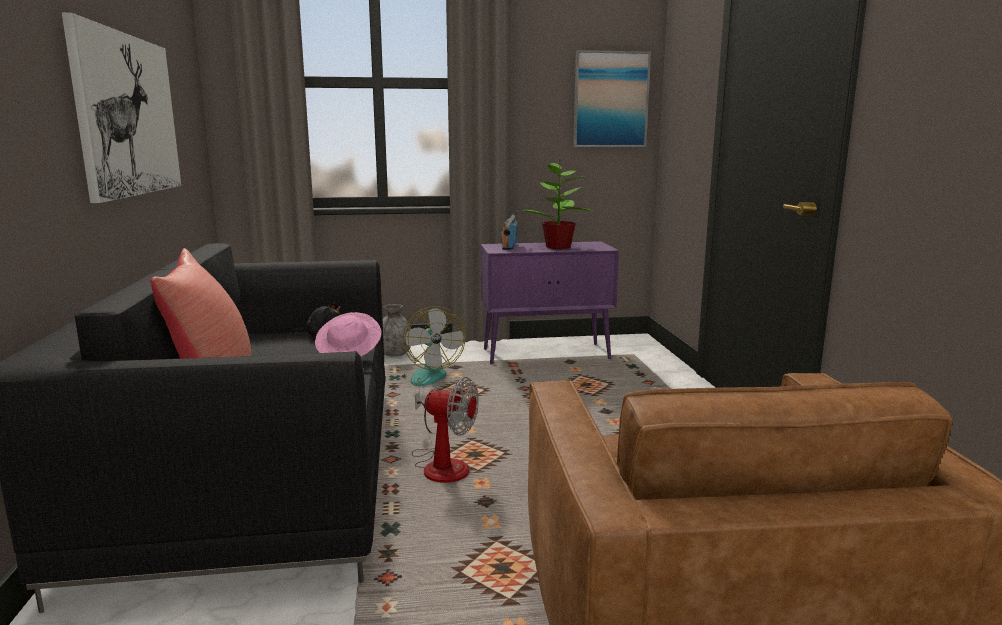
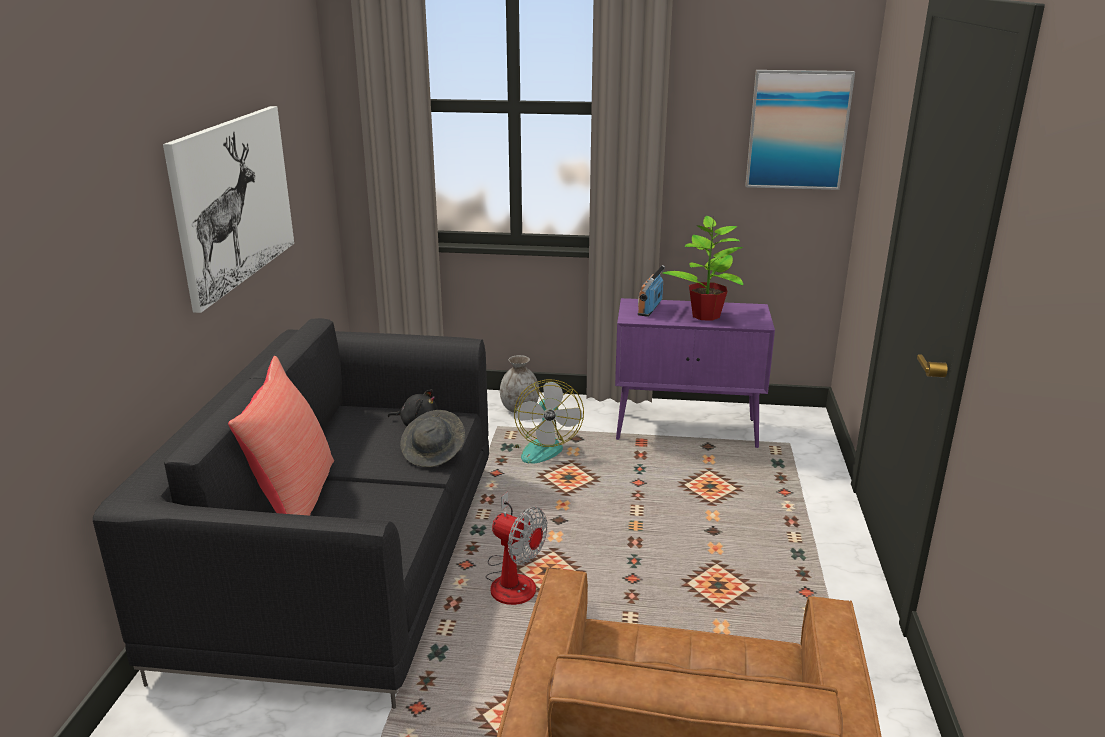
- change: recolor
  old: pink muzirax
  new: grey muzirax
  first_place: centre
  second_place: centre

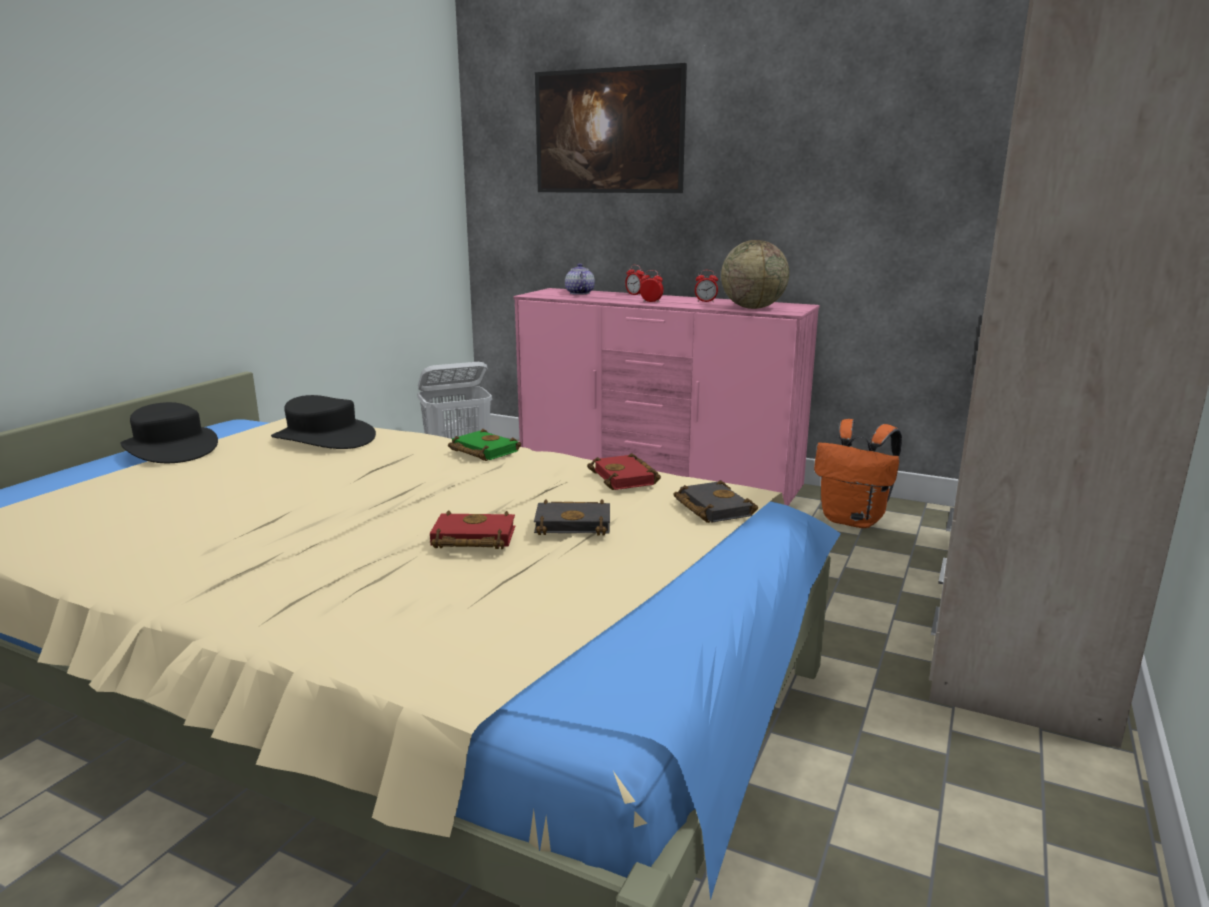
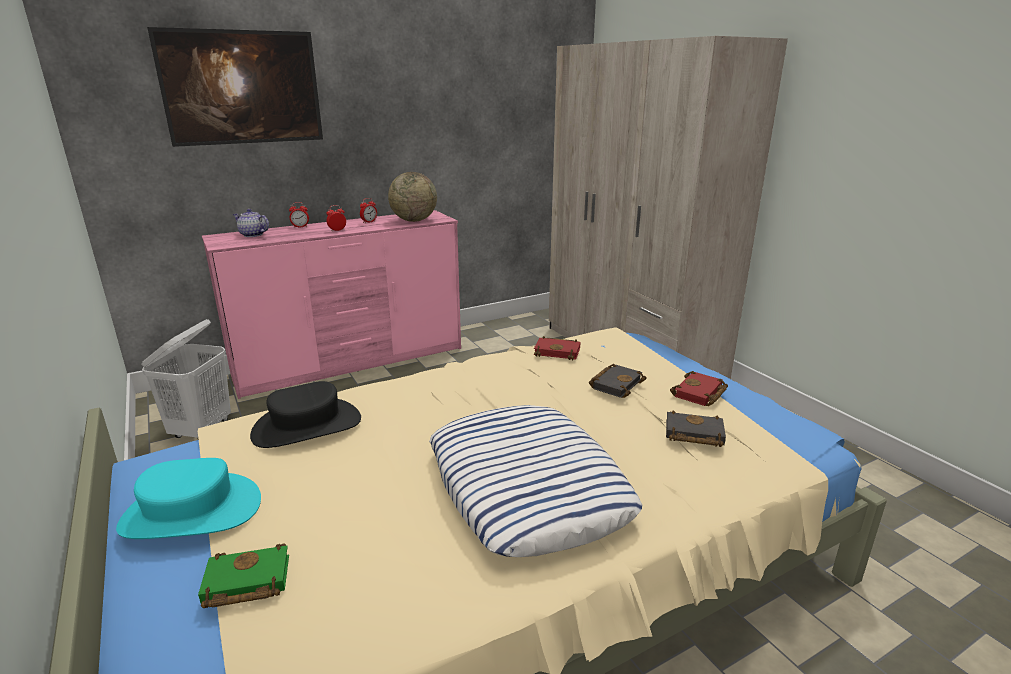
- change: recolor
  old: black muzirax (1st from left)
  new: turquoise muzirax
  first_place: middle left
  second_place: bottom left
- change: move
  old: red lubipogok (1st from left in the first image)
  new: red lubipogok (2nd from left)
  first_place: centre
  second_place: middle right
- change: move
  old: green lubipogok
  first_place: centre
  second_place: bottom left
- change: move
  old: black lubipogok (2nd from left)
  first_place: centre
  second_place: middle right
- change: delete
  old: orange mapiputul
  first_place: middle right
- change: insert
  new: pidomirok
  second_place: bottom centre

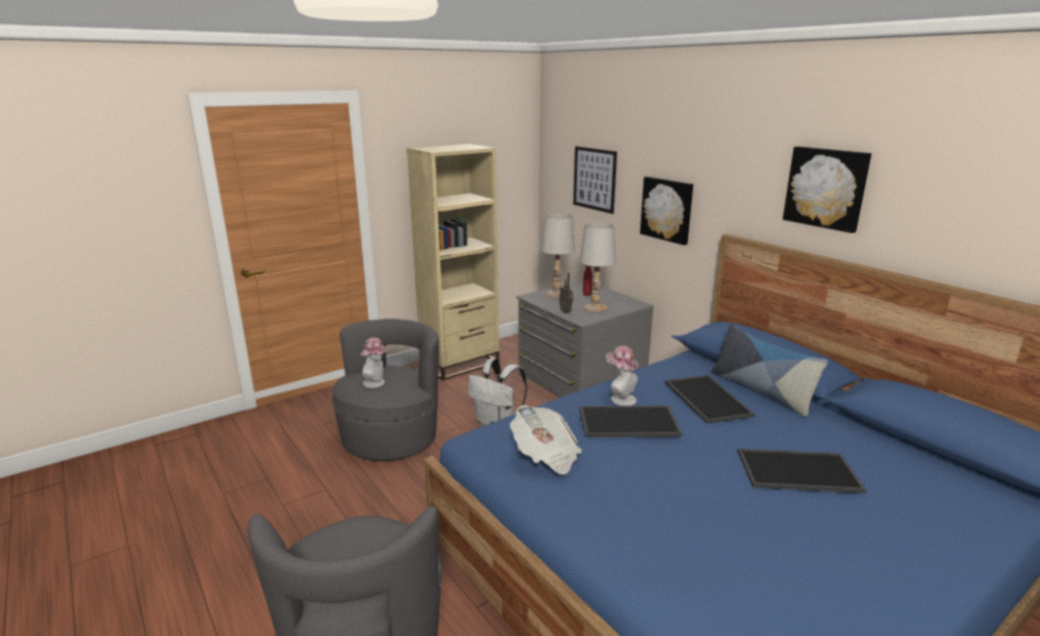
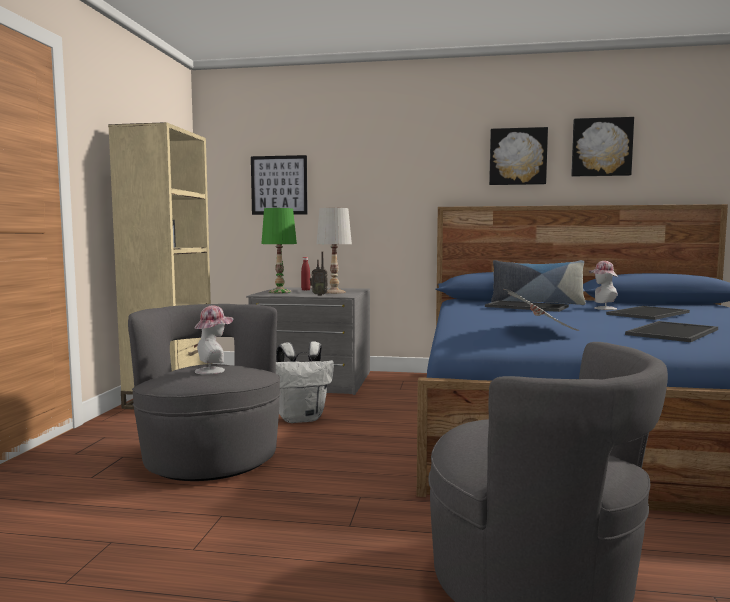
- change: recolor
  old: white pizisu (1st from left)
  new: green pizisu
  first_place: centre
  second_place: centre
- change: move
  old: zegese (1st from left in the first image)
  new: zegese (3rd from left)
  first_place: centre
  second_place: middle right
- change: move
  old: muzirax (2nd from left)
  first_place: centre
  second_place: middle right
- change: move
  old: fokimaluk (2nd from left in the first image)
  new: fokimaluk (3rd from left)
  first_place: top centre
  second_place: top right

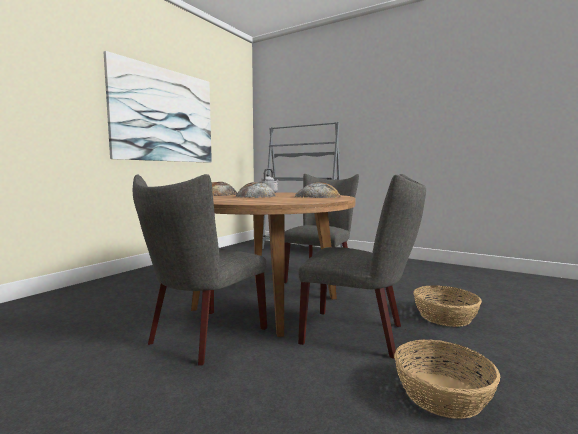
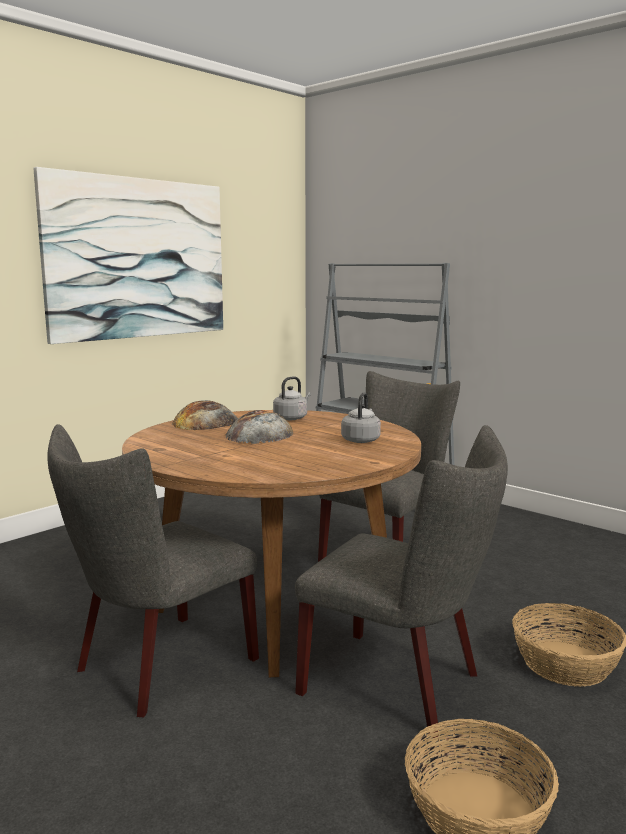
- change: replace
  old: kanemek (3rd from left)
  new: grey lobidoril (2nd from left)
  first_place: centre
  second_place: centre

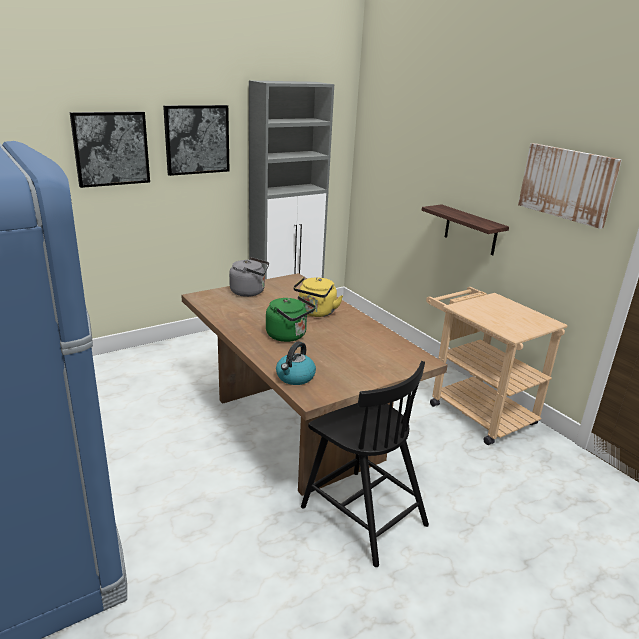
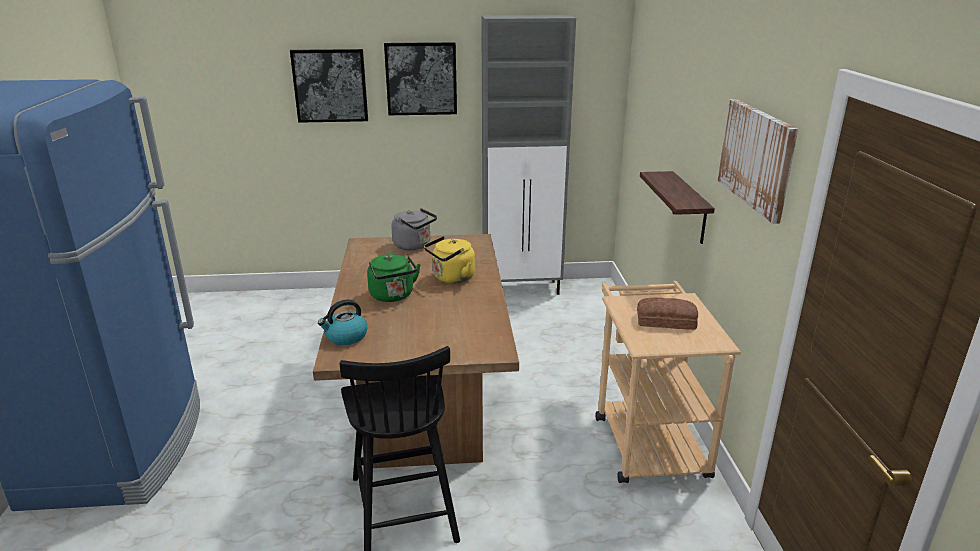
- change: insert
  new: kanemek
  second_place: middle right

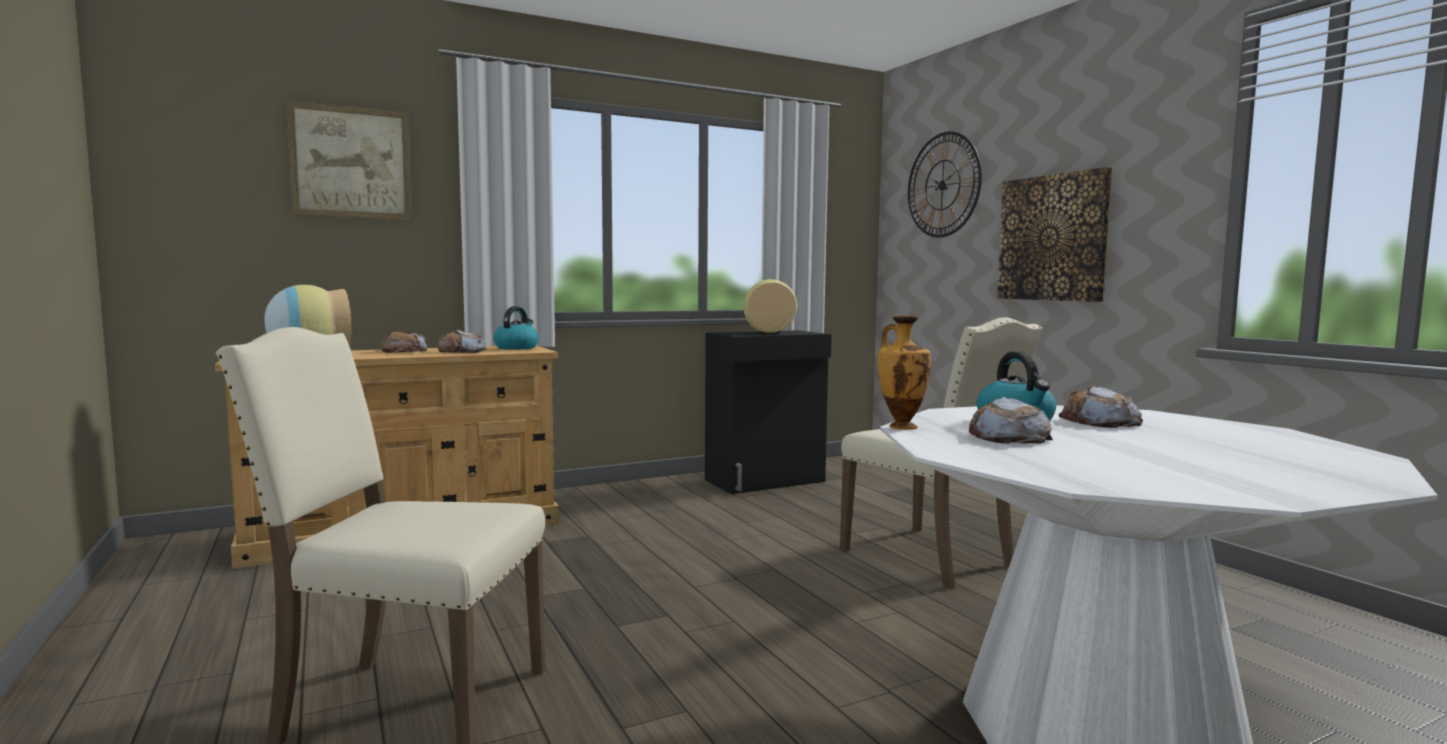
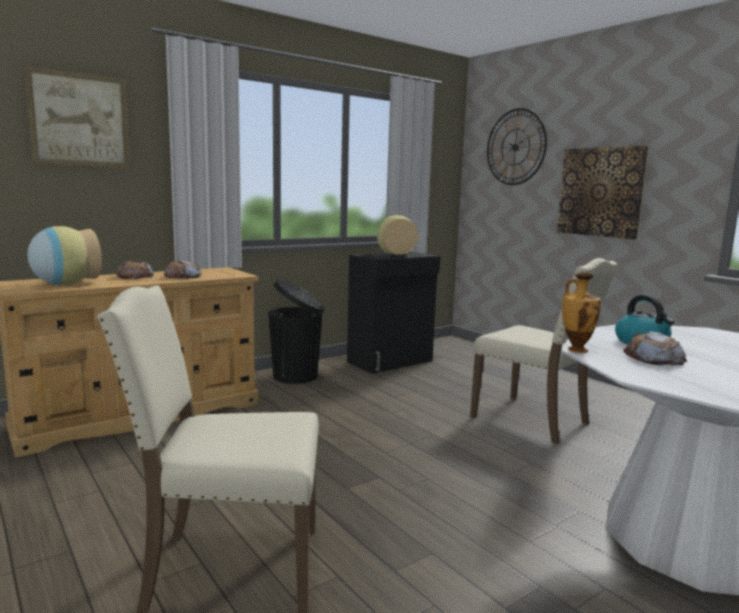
- change: delete
  old: lobidoril (1st from left)
  first_place: centre
- change: delete
  old: kanemek (4th from left)
  first_place: middle right
- change: insert
  new: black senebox
  second_place: centre

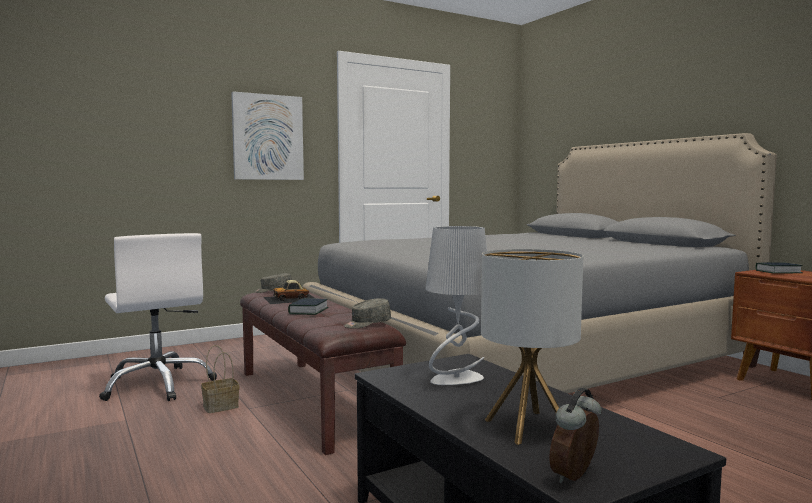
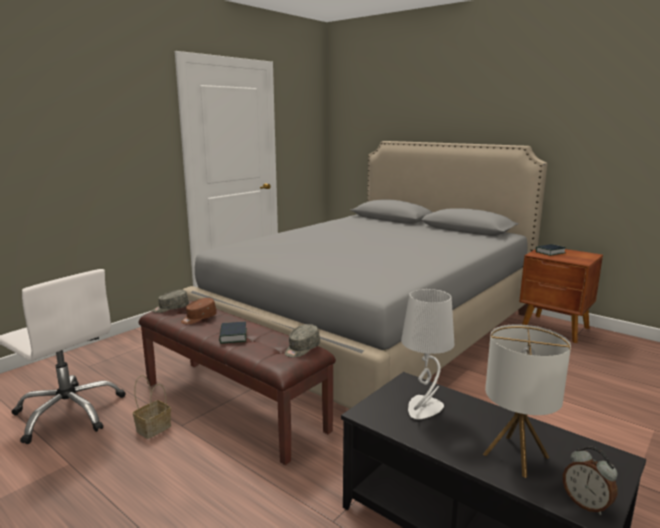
- change: delete
  old: fokimaluk
  first_place: top left
- change: replace
  old: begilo
  new: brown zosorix
  first_place: centre
  second_place: middle left
- change: rotate
  old: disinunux
  first_place: bottom right
  second_place: bottom right
  degrees: -60

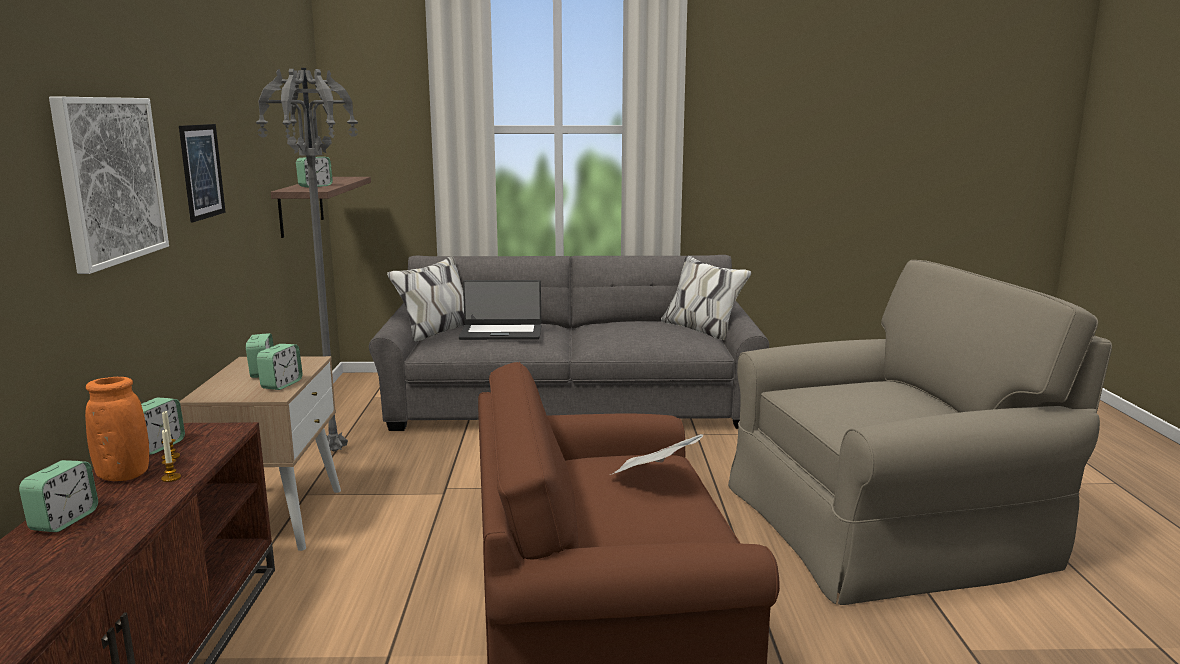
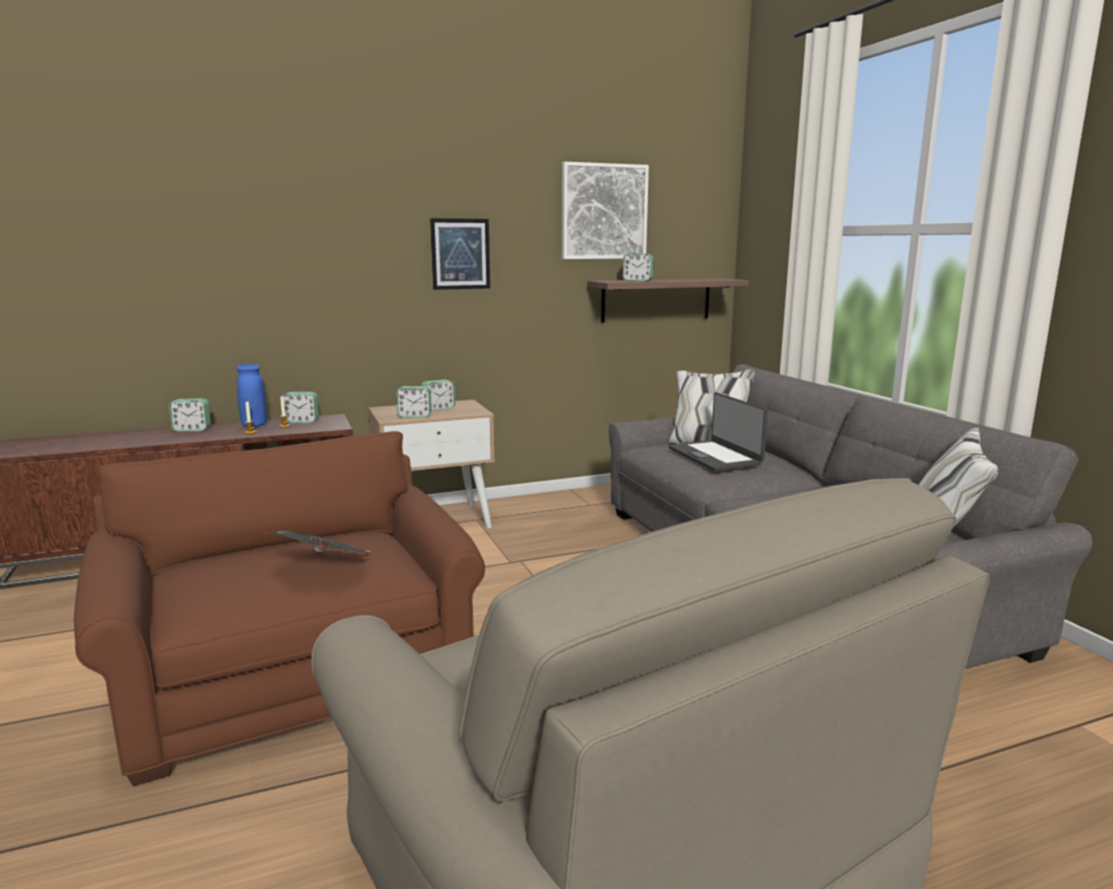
- change: move
  old: fokimaluk (1st from left in the first image)
  new: fokimaluk (2nd from left)
  first_place: top left
  second_place: top centre
- change: recolor
  old: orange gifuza
  new: blue gifuza
  first_place: middle left
  second_place: middle left
- change: delete
  old: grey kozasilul
  first_place: middle left

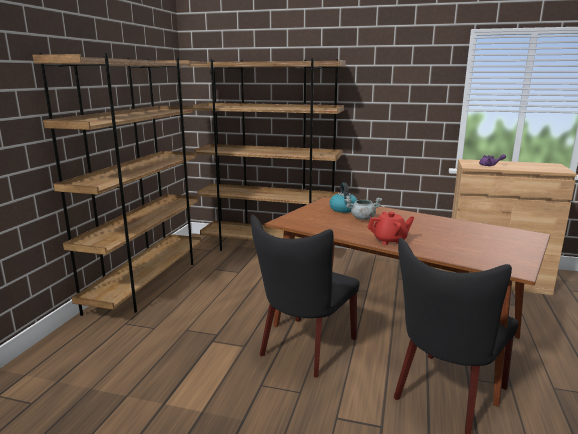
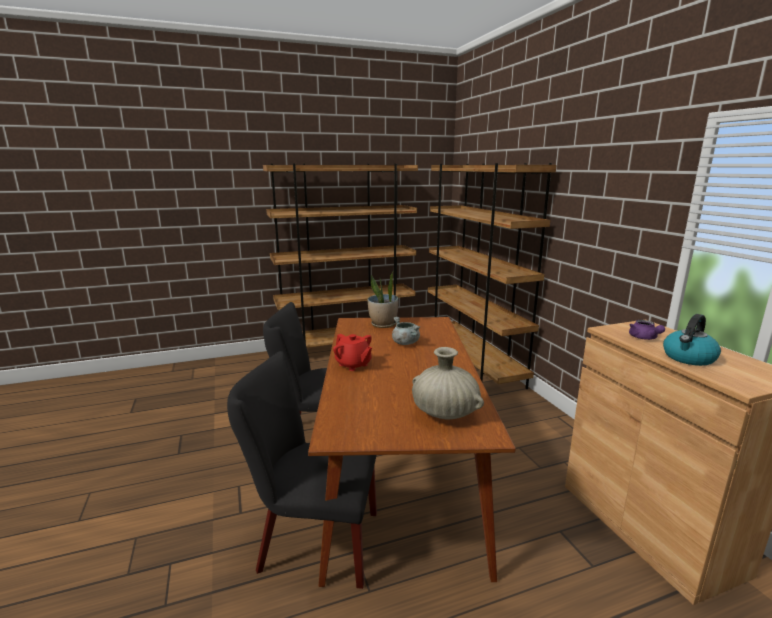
- change: move
  old: lobidoril
  first_place: centre
  second_place: middle right
- change: insert
  new: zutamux
  second_place: centre
- change: insert
  new: beige gifuza
  second_place: centre

